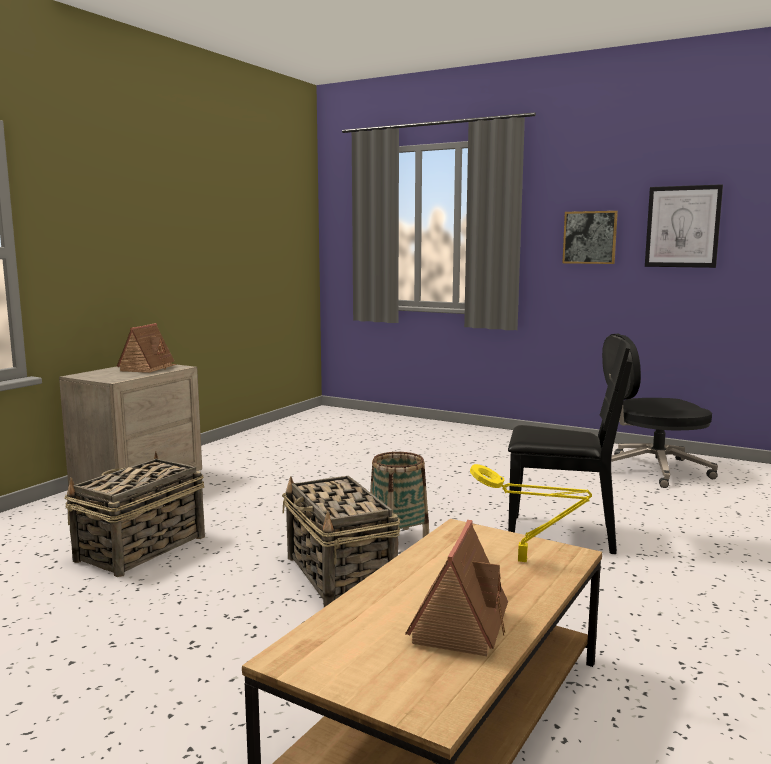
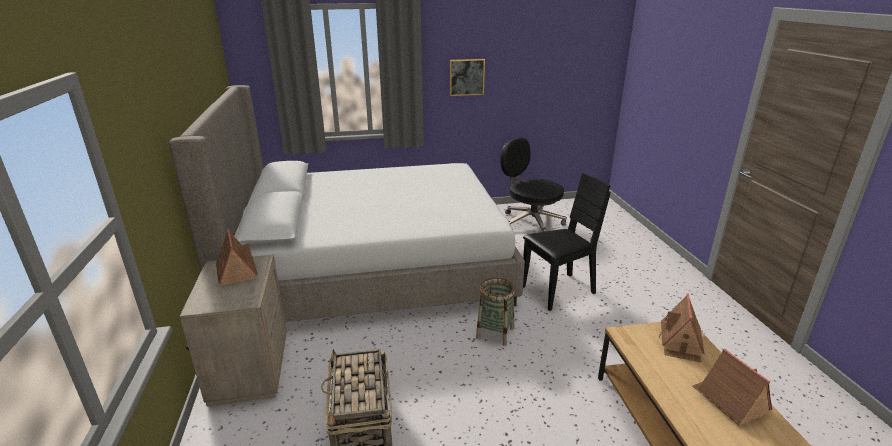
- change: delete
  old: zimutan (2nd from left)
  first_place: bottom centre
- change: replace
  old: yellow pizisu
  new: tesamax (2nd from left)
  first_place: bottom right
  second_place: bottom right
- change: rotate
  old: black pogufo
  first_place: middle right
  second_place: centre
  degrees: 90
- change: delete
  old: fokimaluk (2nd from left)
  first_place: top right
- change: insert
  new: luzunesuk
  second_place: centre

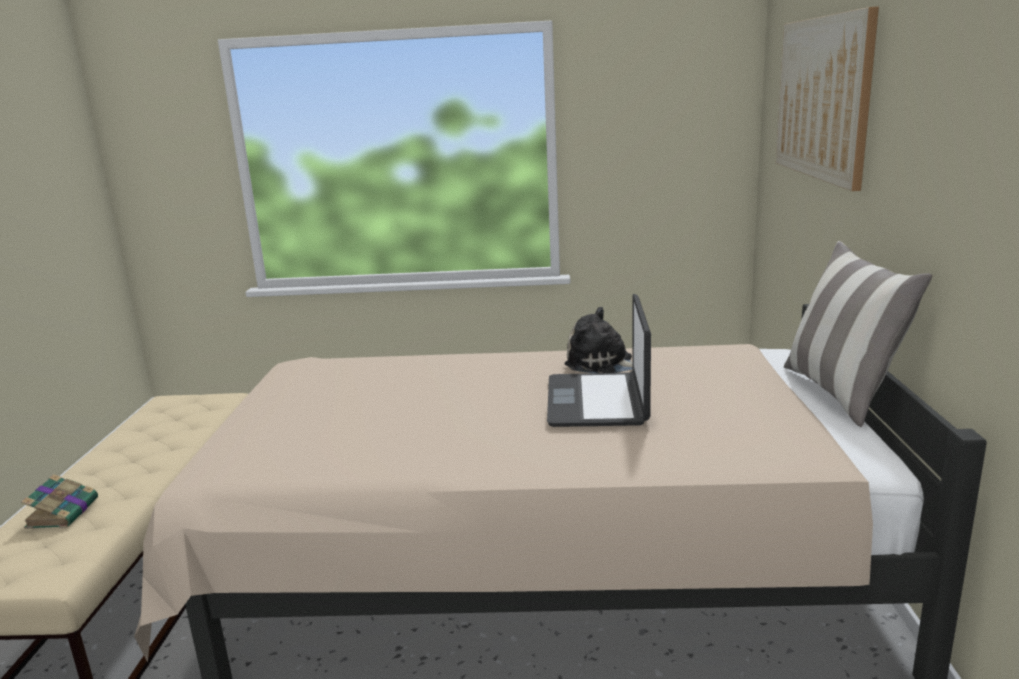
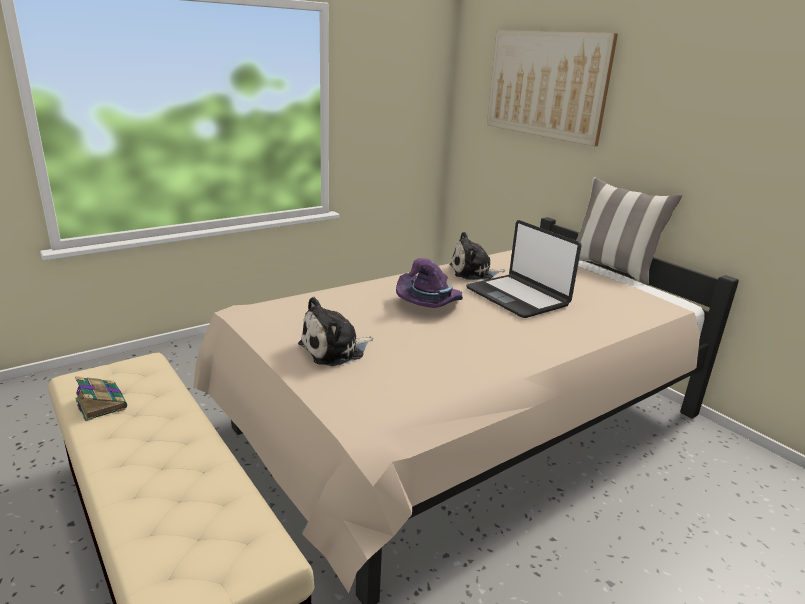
- change: move
  old: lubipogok
  first_place: bottom left
  second_place: middle left
- change: insert
  new: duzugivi (1st from left)
  second_place: centre
- change: insert
  new: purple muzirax
  second_place: centre

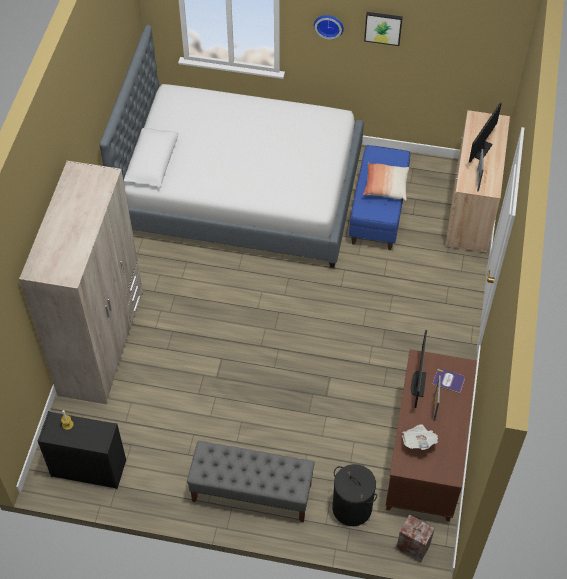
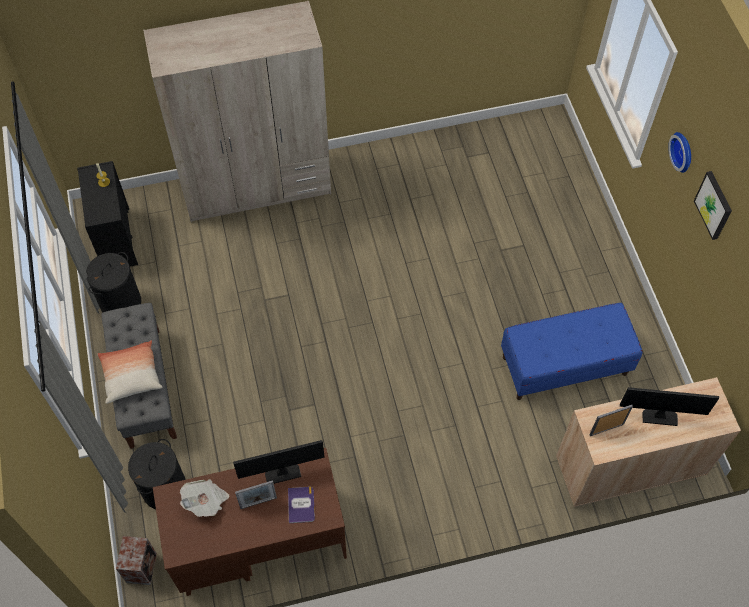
- change: delete
  old: luzunesuk
  first_place: top centre
- change: move
  old: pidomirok
  first_place: top right
  second_place: middle left
- change: insert
  new: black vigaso (1st from left)
  second_place: middle left

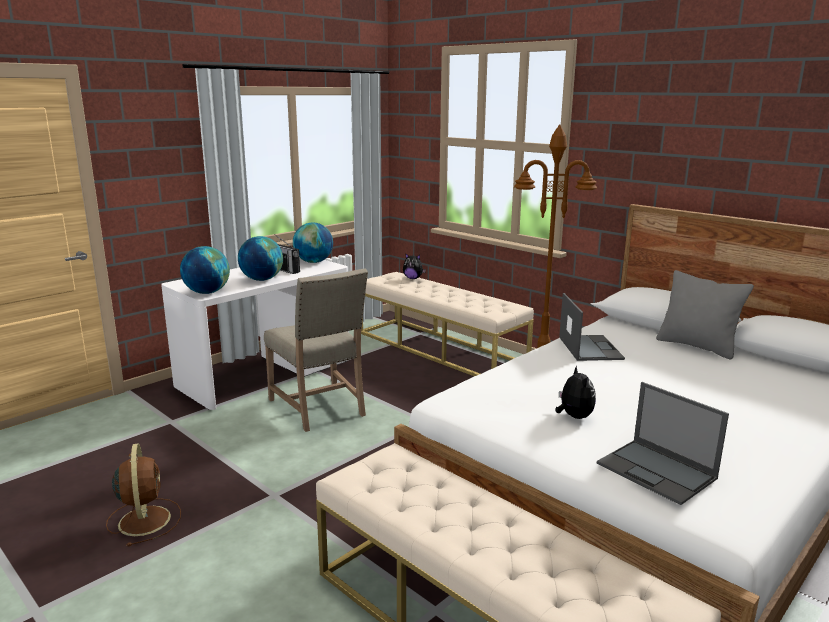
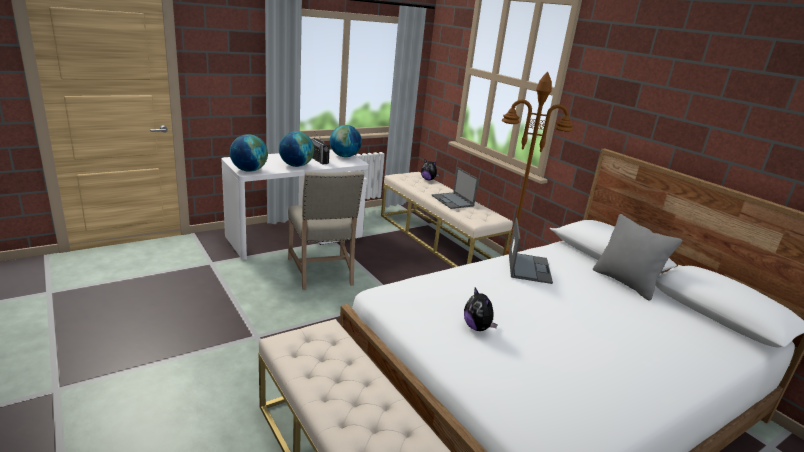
- change: delete
  old: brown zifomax
  first_place: bottom left
- change: rotate
  old: duzugivi (2nd from left)
  first_place: middle right
  second_place: bottom centre
  degrees: 150
- change: move
  old: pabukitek (2nd from left in the first image)
  new: pabukitek (1st from left)
  first_place: bottom right
  second_place: centre

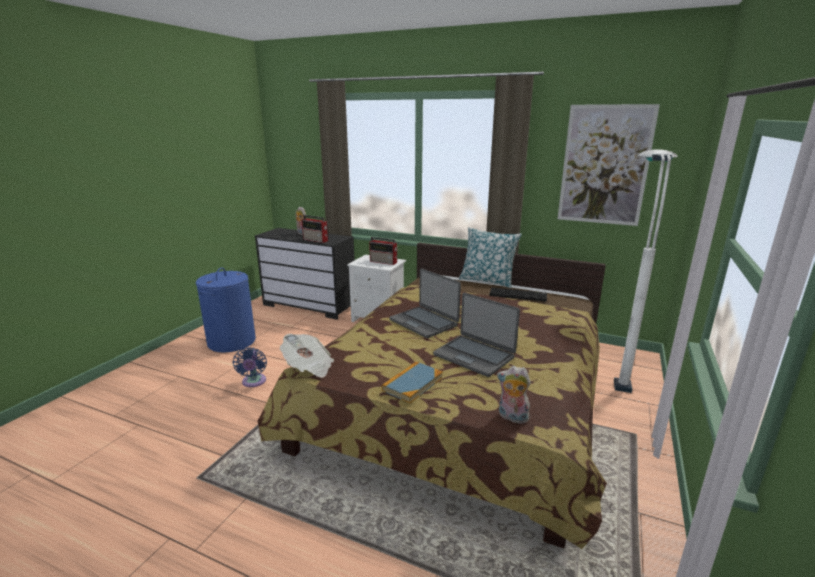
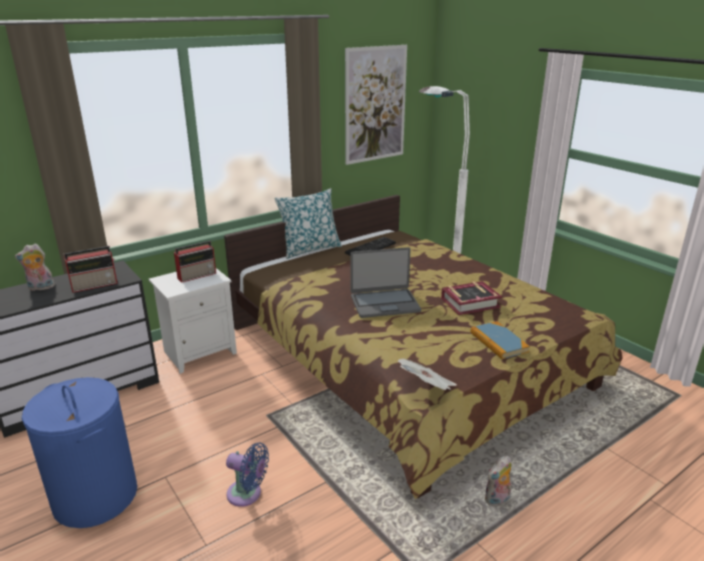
- change: replace
  old: pabukitek (2nd from left)
  new: lubipogok (1st from left)
  first_place: centre
  second_place: middle right
- change: move
  old: duzugivi (2nd from left)
  first_place: bottom centre
  second_place: bottom right

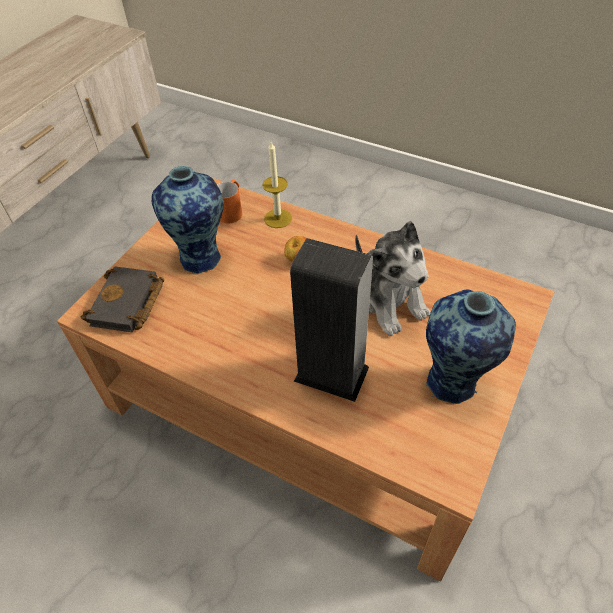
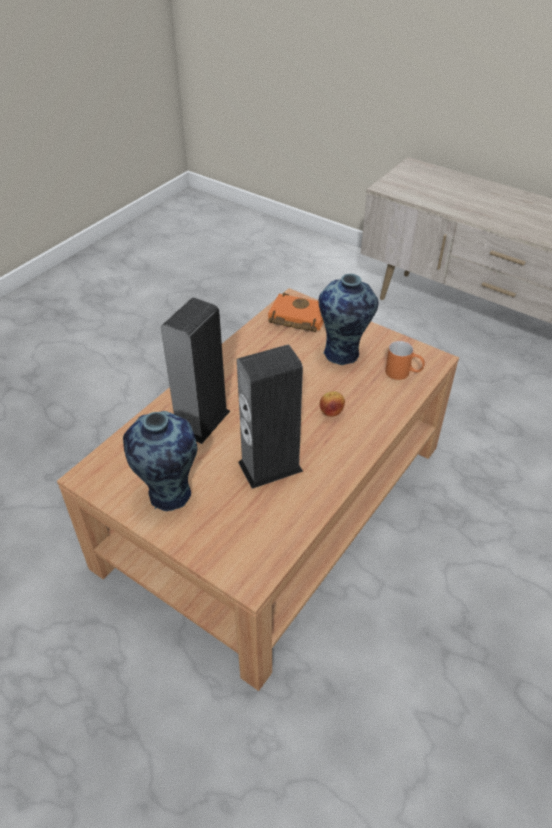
- change: recolor
  old: black lubipogok
  new: orange lubipogok
  first_place: middle left
  second_place: centre
- change: delete
  old: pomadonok
  first_place: top centre
- change: replace
  old: duzugivi
  new: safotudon (2nd from left)
  first_place: centre
  second_place: centre

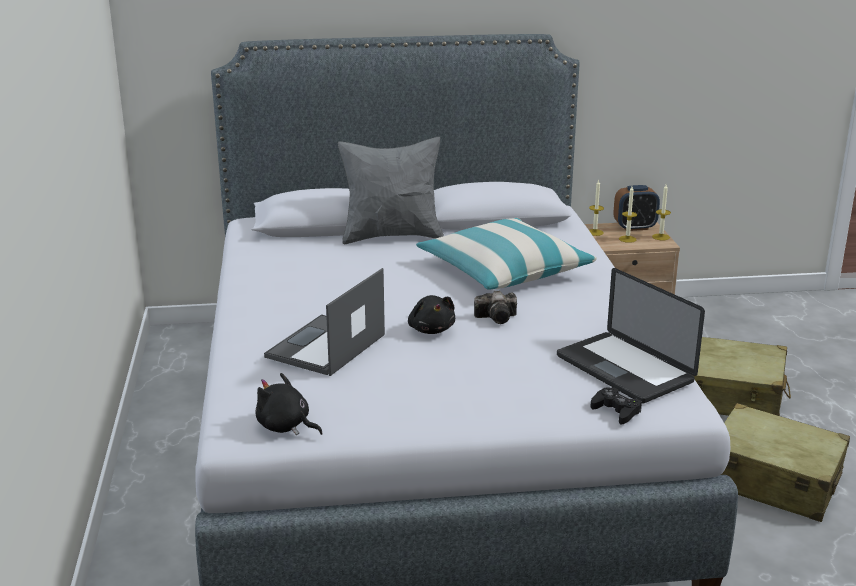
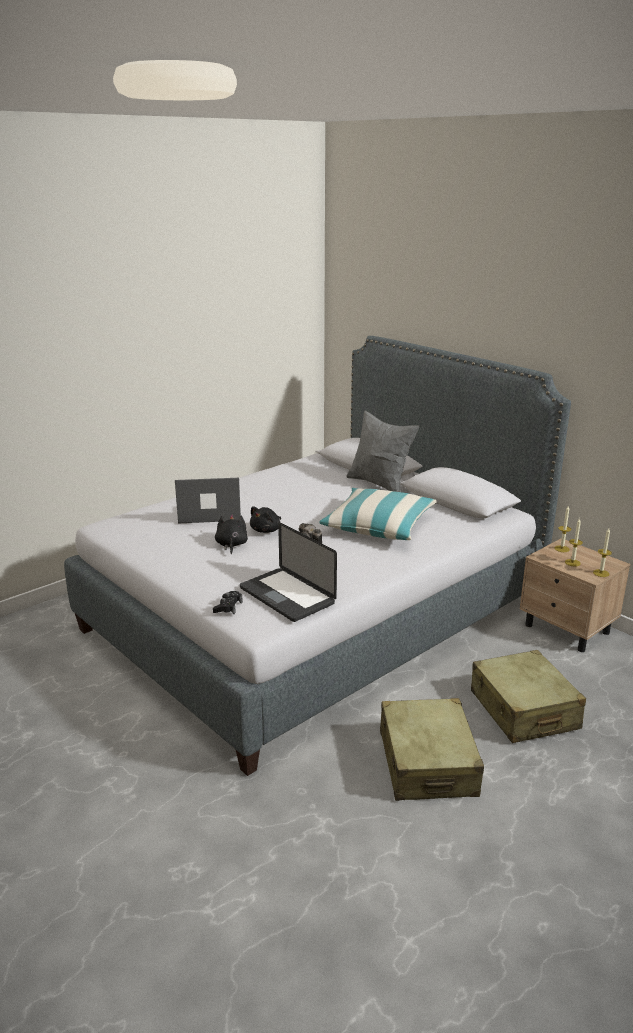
- change: move
  old: black duzugivi (1st from left)
  first_place: bottom centre
  second_place: centre
- change: rotate
  old: pabukitek (2nd from left)
  first_place: middle right
  second_place: centre
  degrees: -60
- change: delete
  old: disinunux
  first_place: middle right

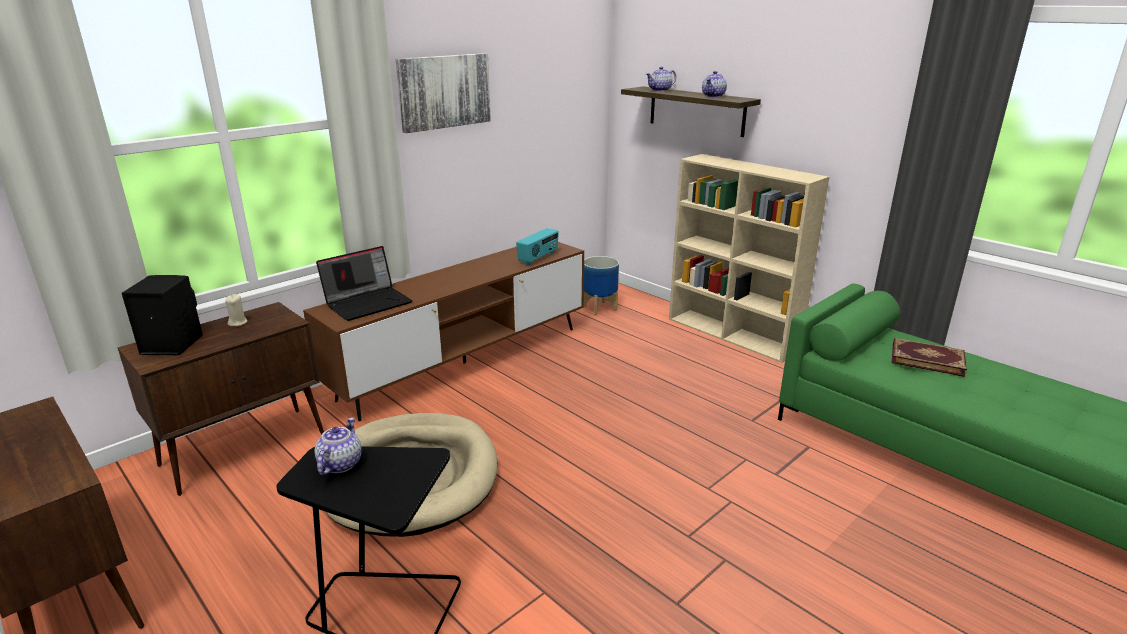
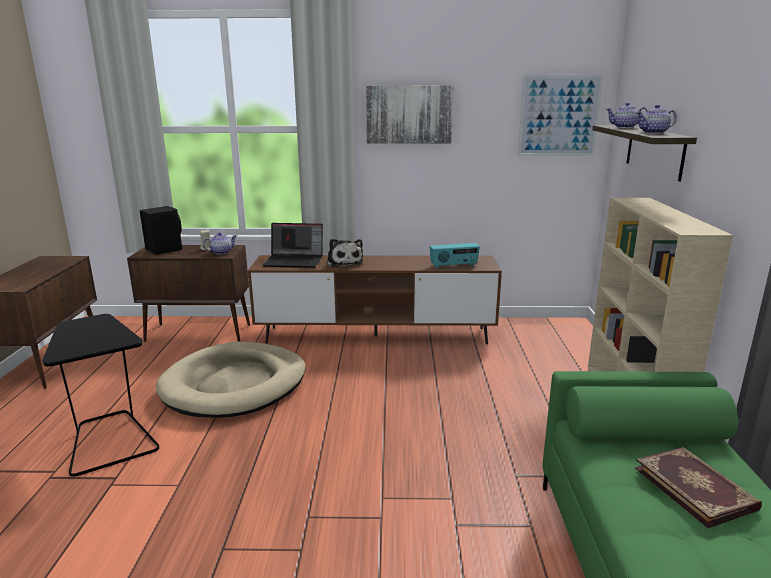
- change: move
  old: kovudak (1st from left)
  first_place: bottom left
  second_place: middle left
- change: delete
  old: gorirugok
  first_place: centre
- change: insert
  new: duzugivi
  second_place: centre
- change: insert
  new: fokimaluk (2nd from left)
  second_place: top right

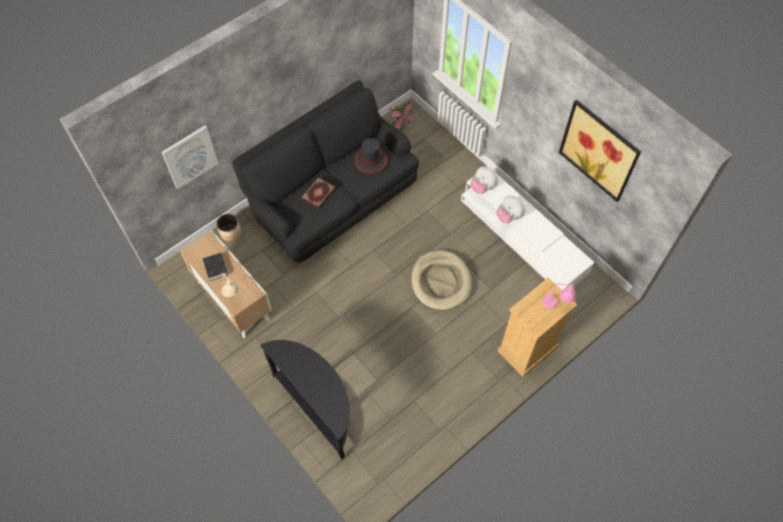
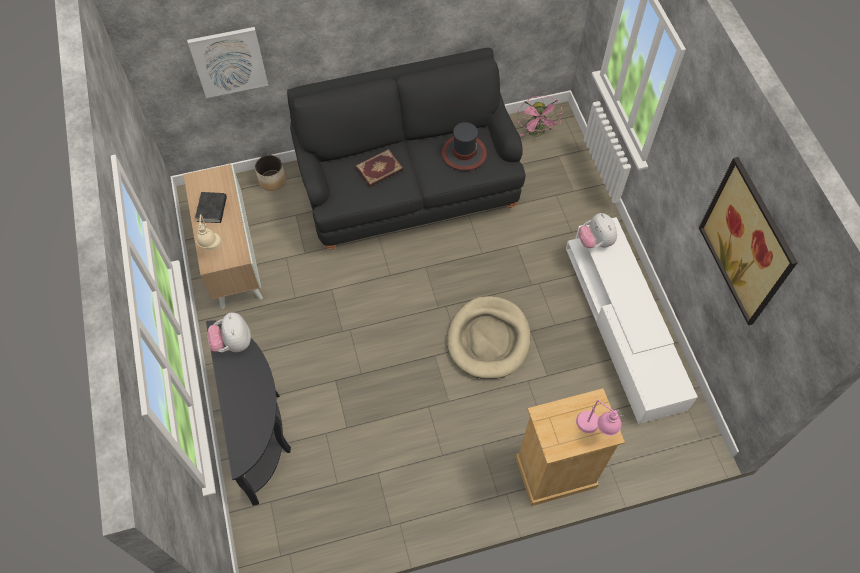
- change: move
  old: duzugivi (2nd from left in the first image)
  new: duzugivi (1st from left)
  first_place: centre
  second_place: middle left

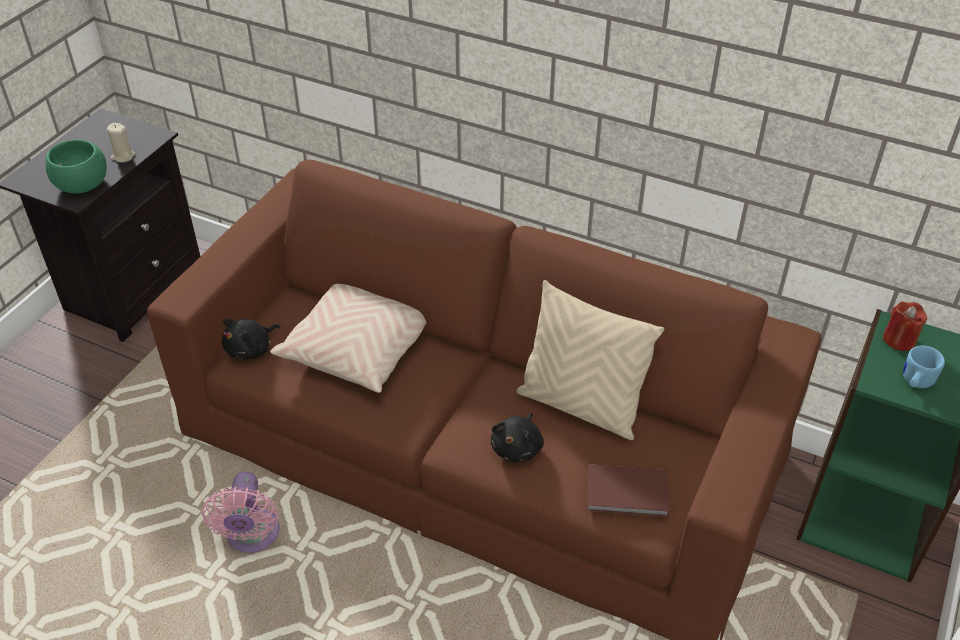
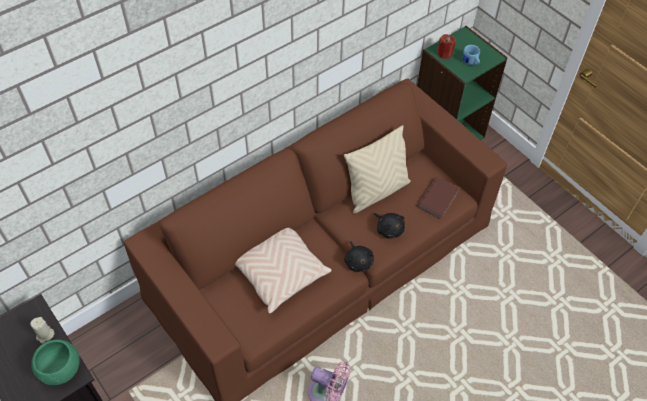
- change: move
  old: black duzugivi (1st from left)
  first_place: middle left
  second_place: centre

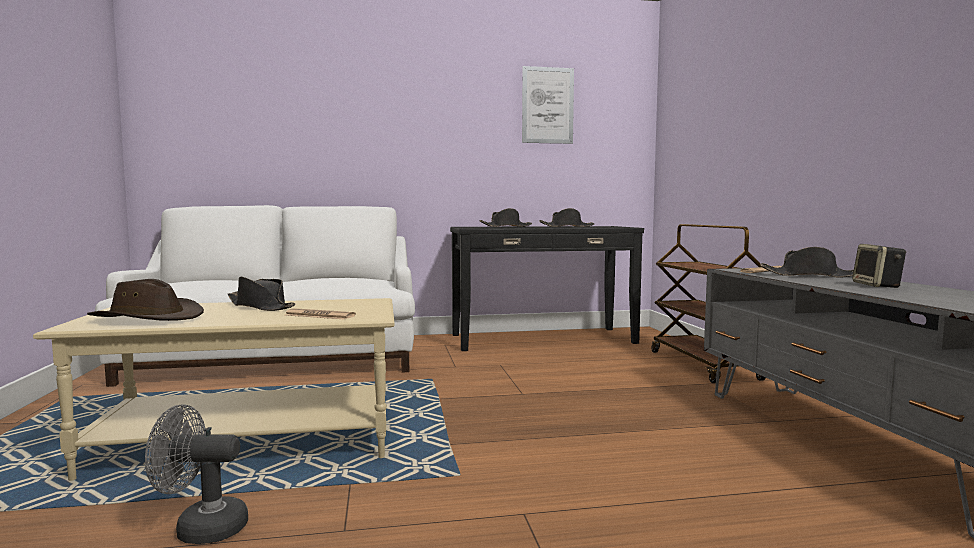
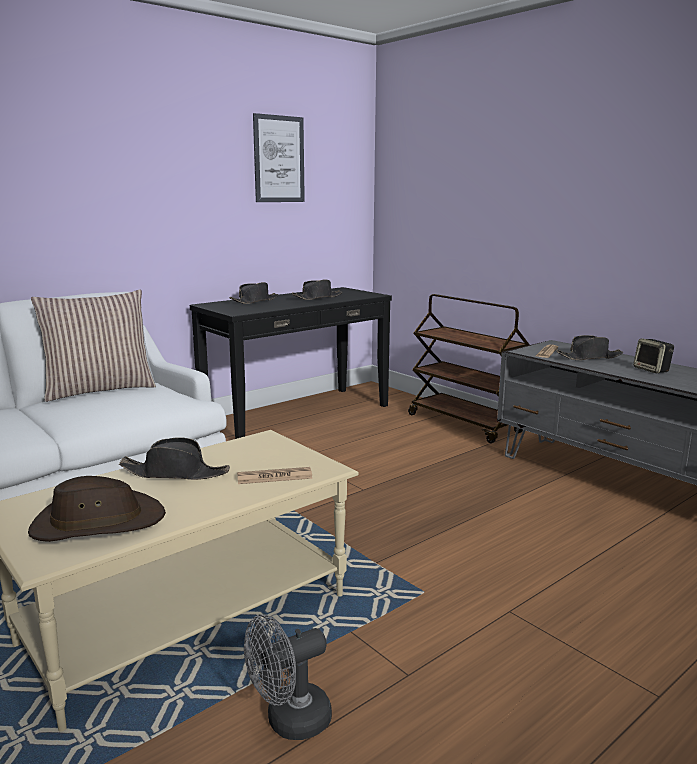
- change: insert
  new: pidomirok
  second_place: middle left

